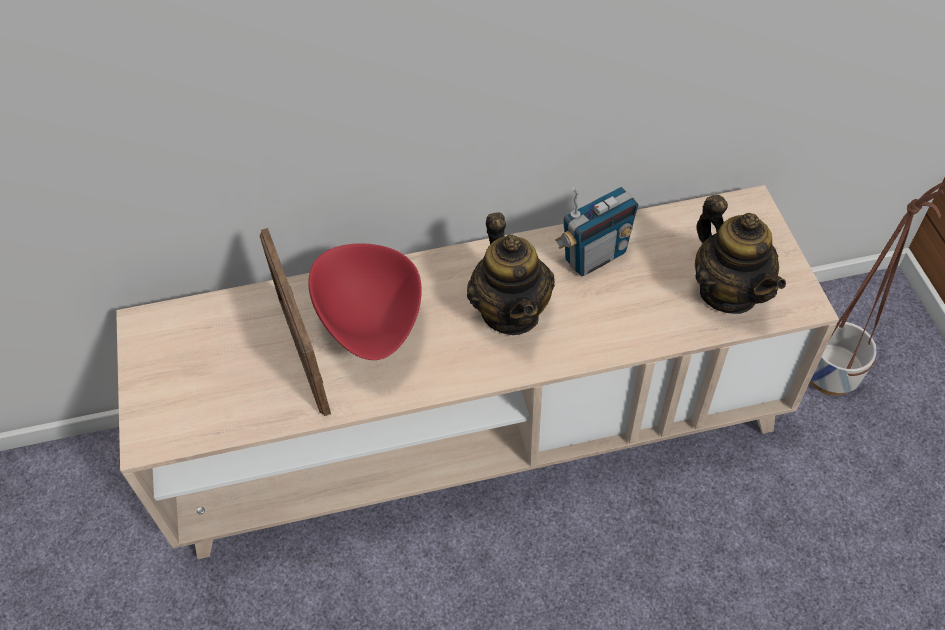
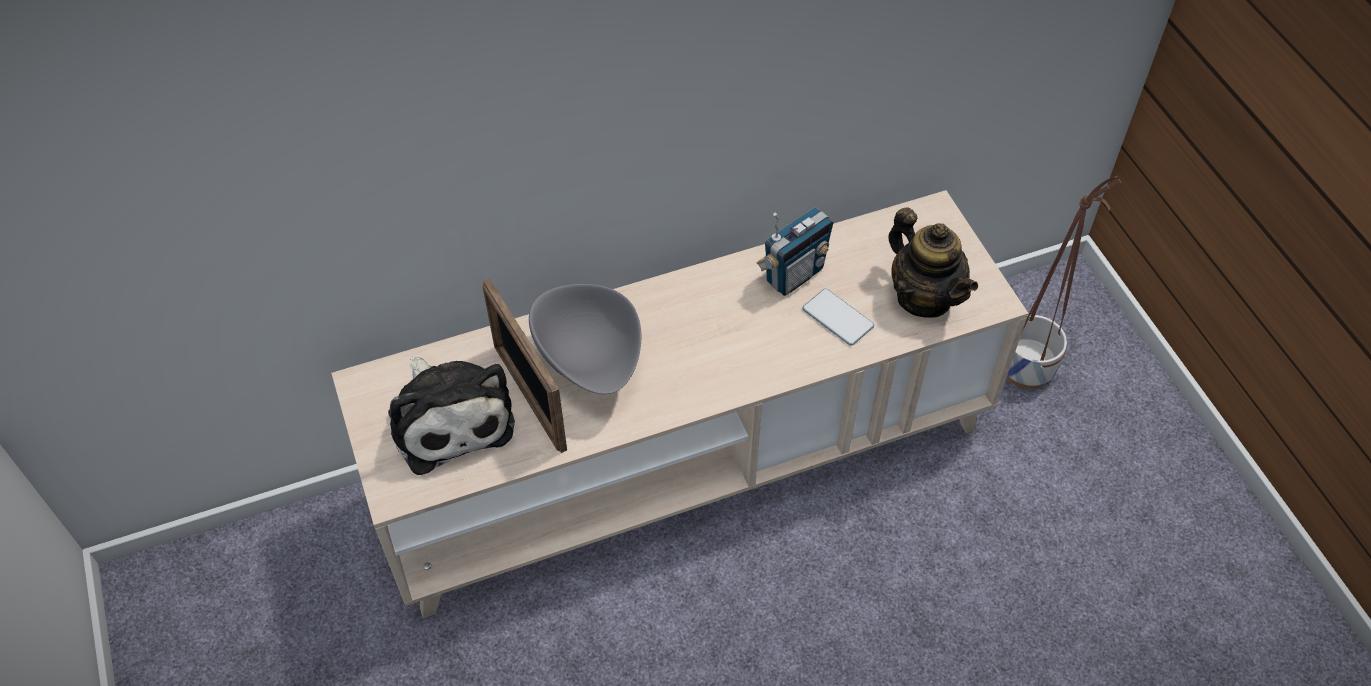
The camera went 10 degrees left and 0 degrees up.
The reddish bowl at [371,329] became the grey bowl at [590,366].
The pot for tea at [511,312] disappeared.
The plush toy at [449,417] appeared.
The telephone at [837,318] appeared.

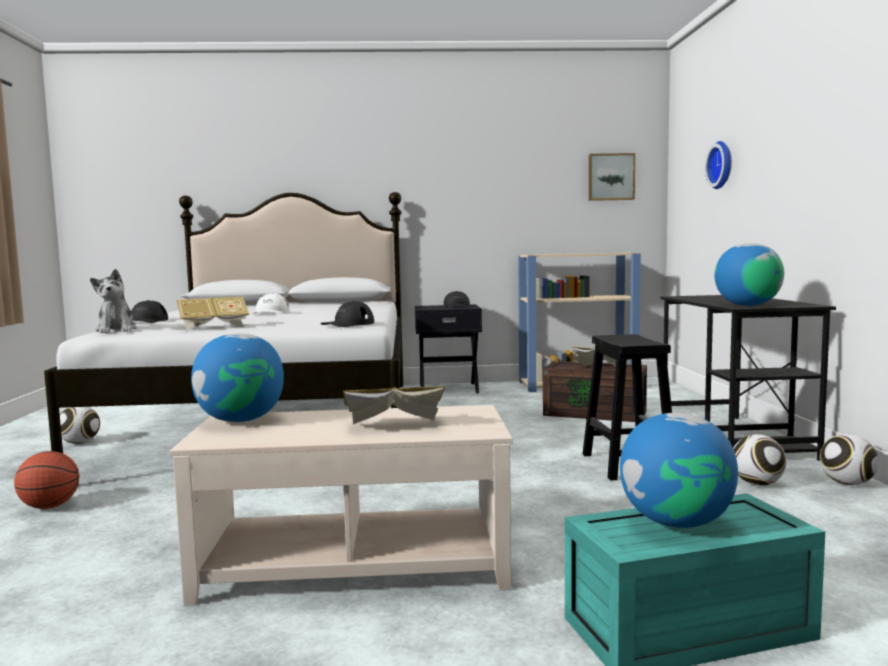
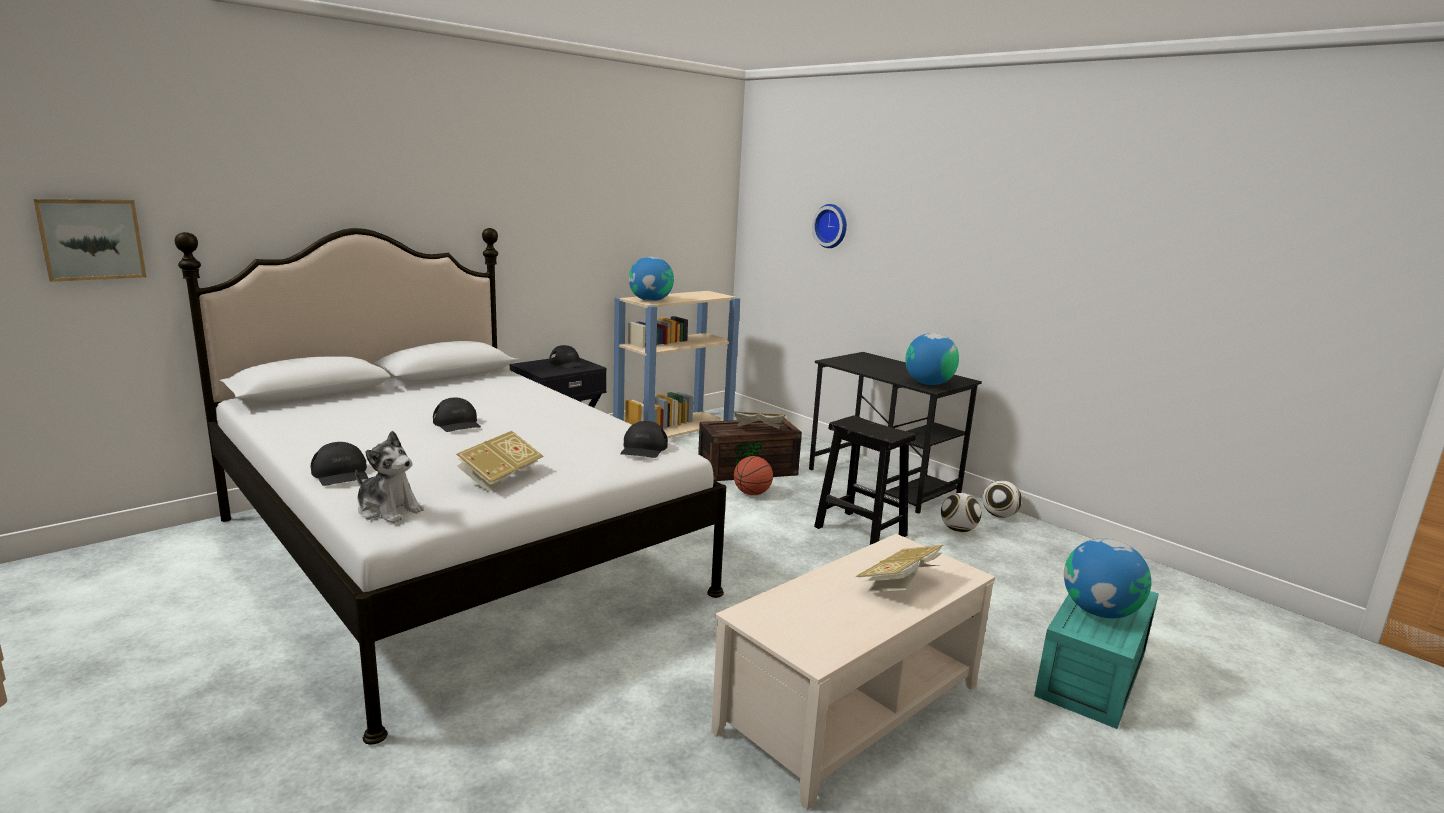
The camera went 40 degrees left and 10 degrees up.
The ball for basketball moved from [49,507] to [752,493].
The football at [80,443] disappeared.
The desk globe moved from [241,420] to [650,300].
The whitish baseball cap at [270,312] became the blackish baseball cap at [457,423].
The wall picture moved from [611,177] to [91,239].

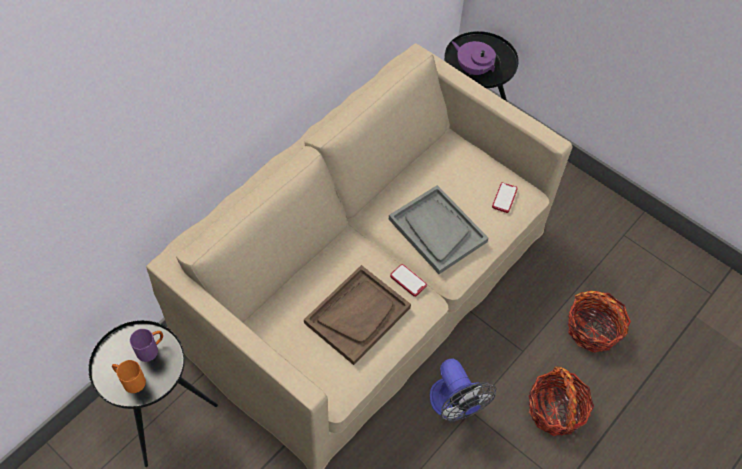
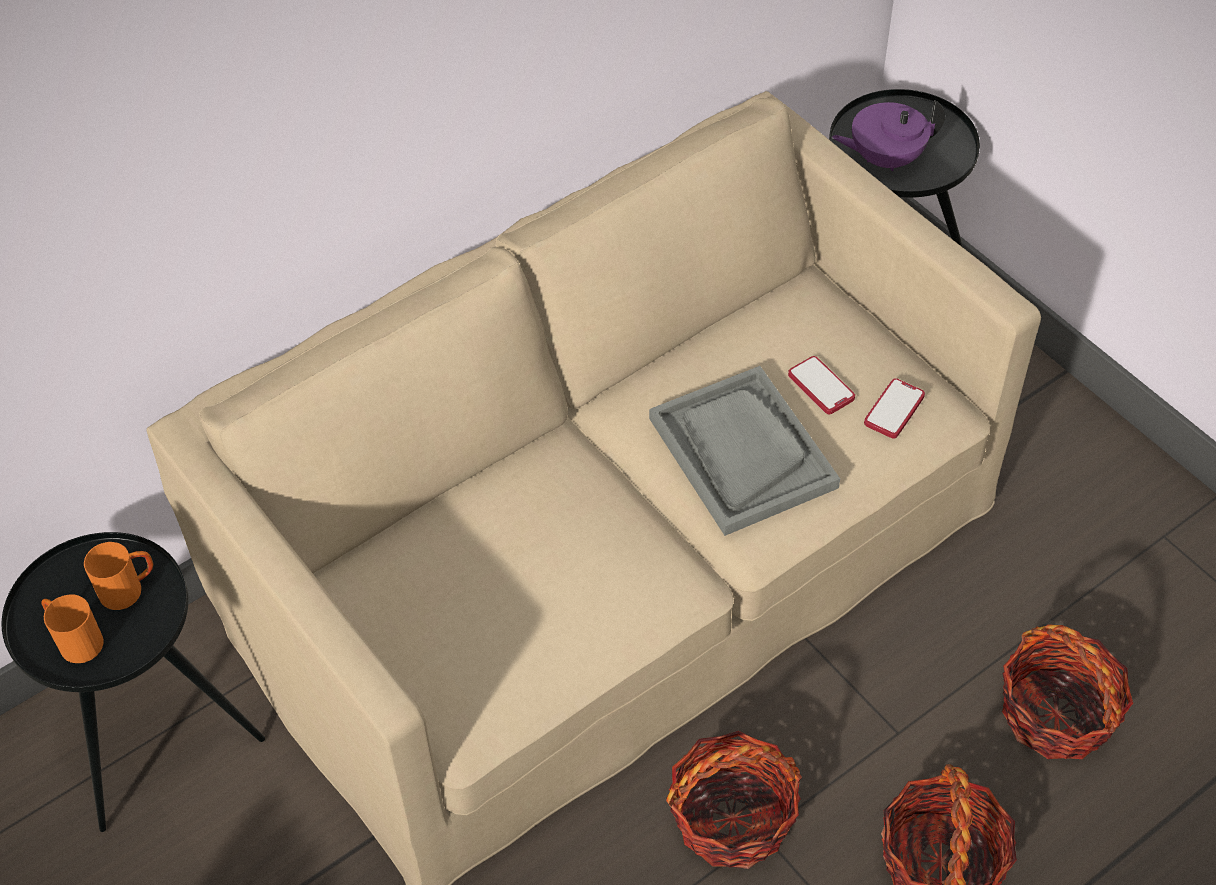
The camera went 15 degrees right and 5 degrees down.
The purplish mug at [151,349] became the orange mug at [129,589].
The brown-coloured serving tray at [357,315] disappeared.
The telephone moved from [408,281] to [821,387].
The electric fan at [455,405] was replaced by the basket at [732,817].
The purplish pot for tea at [473,69] turned 60 degrees counterclockwise.

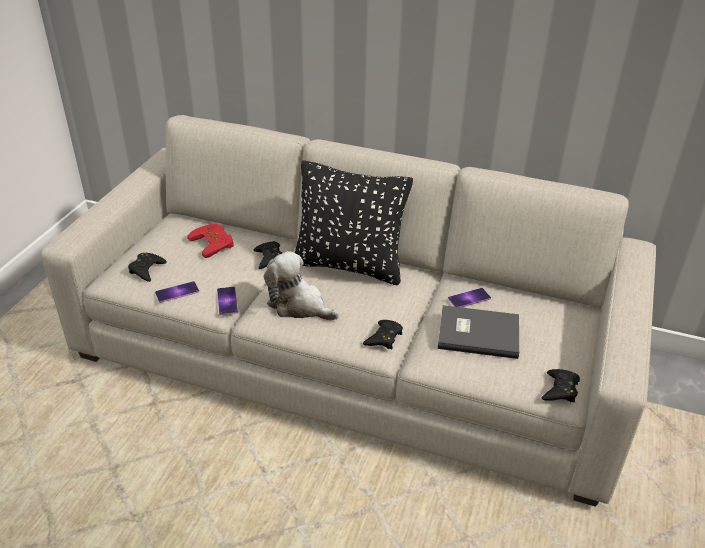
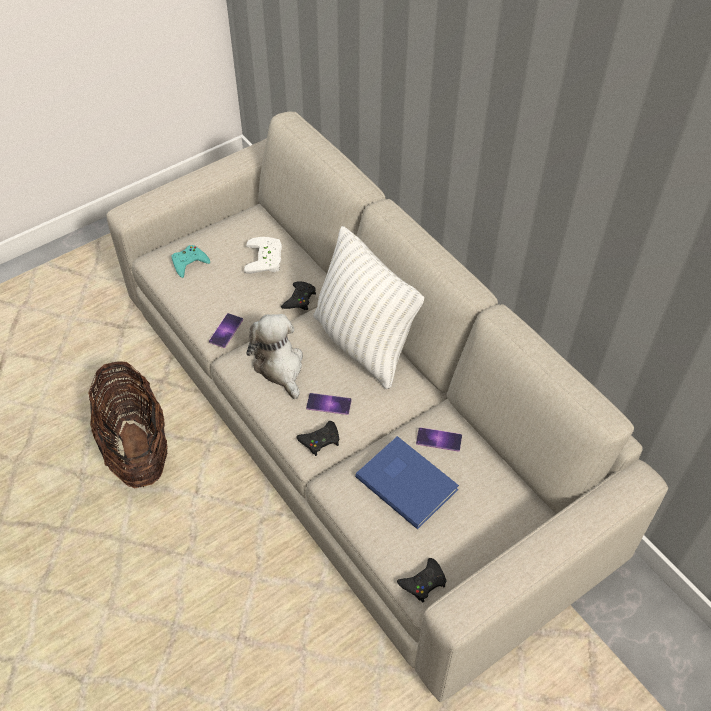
The camera went 35 degrees right and 15 degrees up.
The blackish gamepad at [146,269] became the turquoise-coloured gamepad at [189,263].
The telephone moved from [177,292] to [329,404].
The reddish gamepad at [214,242] became the whitish gamepad at [267,259].
The blackish throw pillow at [349,266] became the whitish throw pillow at [363,344].
The grey volume at [477,333] became the blue volume at [407,481].
The basket at [136,448] appeared.

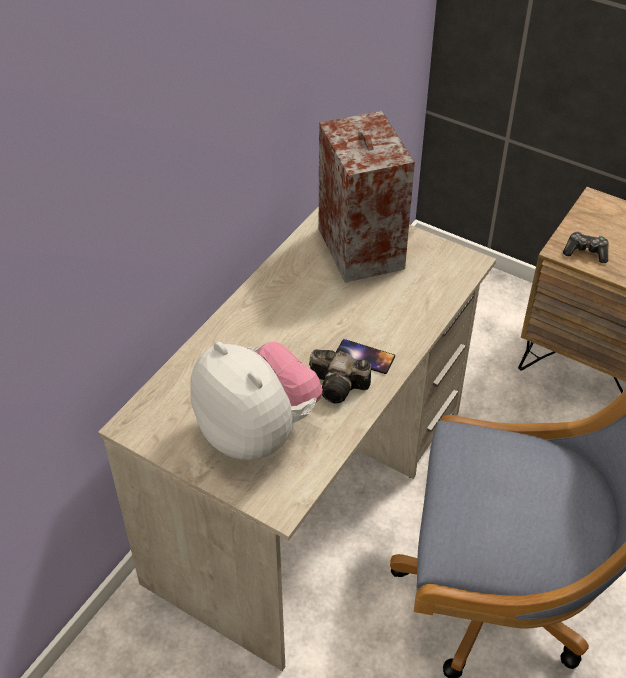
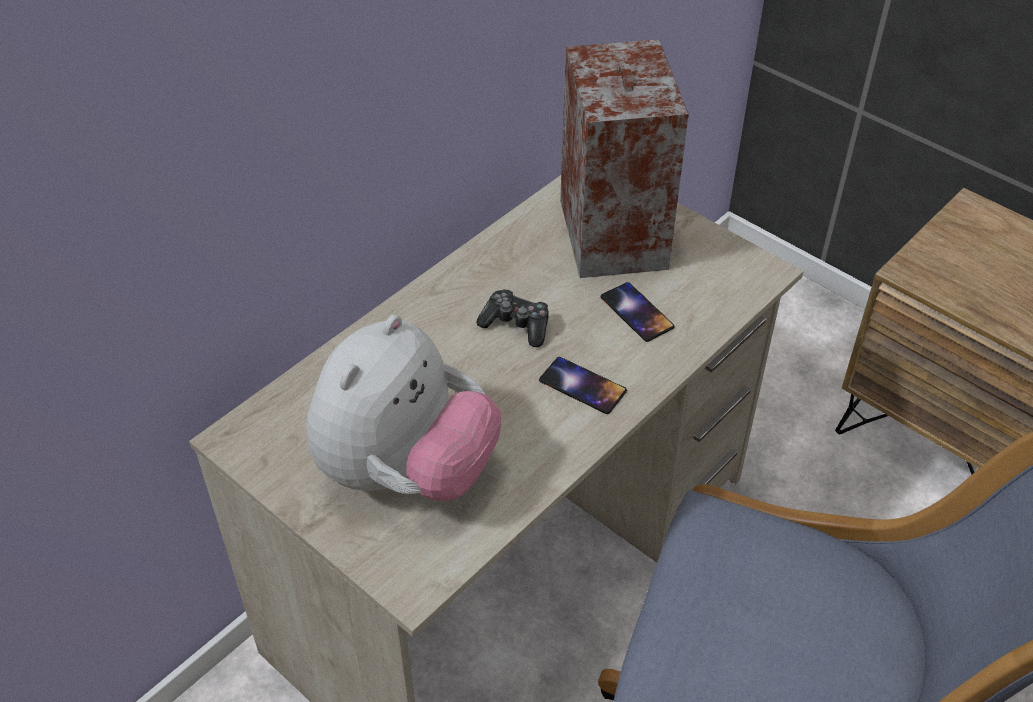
The camera went 10 degrees right and 0 degrees up.
The plush toy at [257,432] turned 60 degrees clockwise.
The still camera at [340,386] disappeared.
The gamepad moved from [586,252] to [516,325].
The telephone at [637,312] appeared.

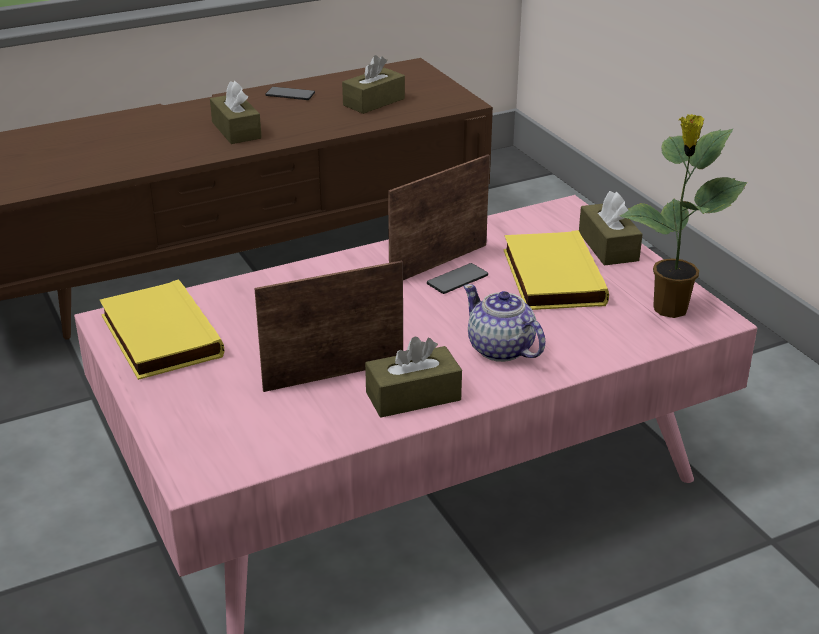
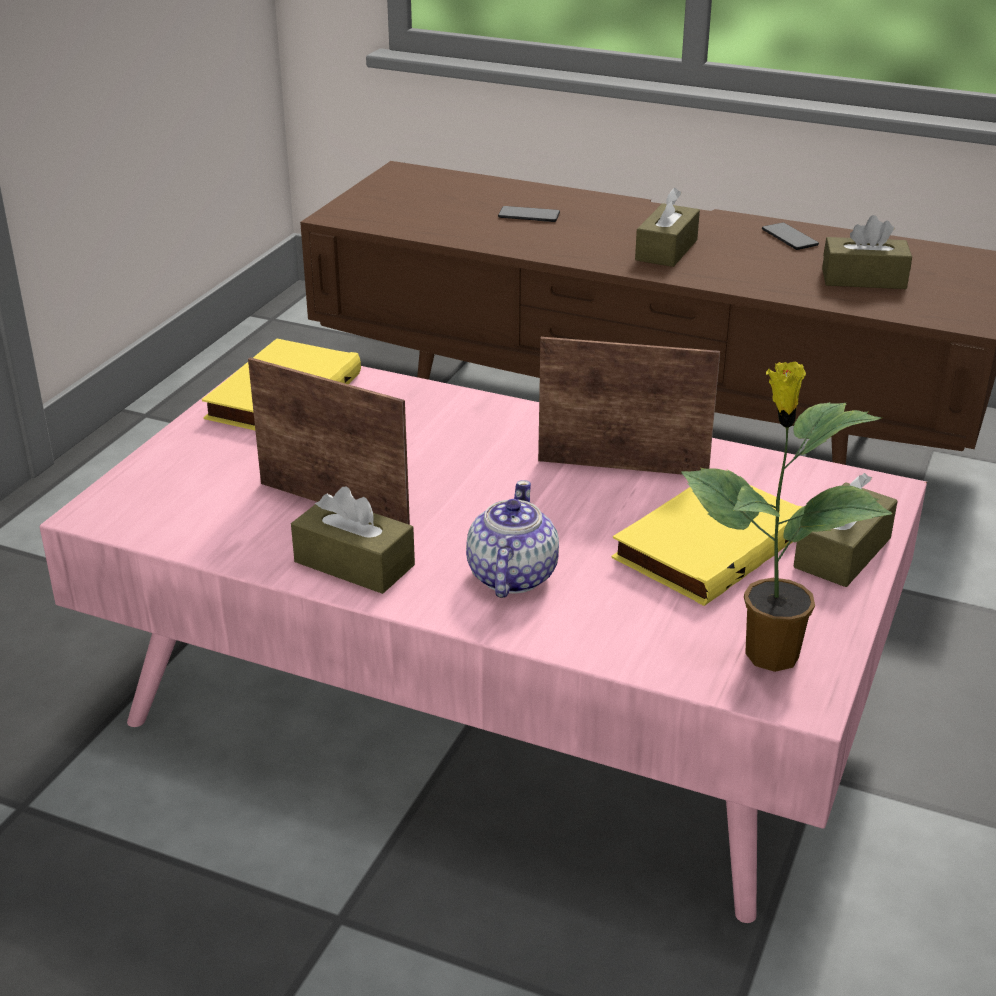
The camera went 50 degrees right and 0 degrees up.
The telephone moved from [457,280] to [529,215].

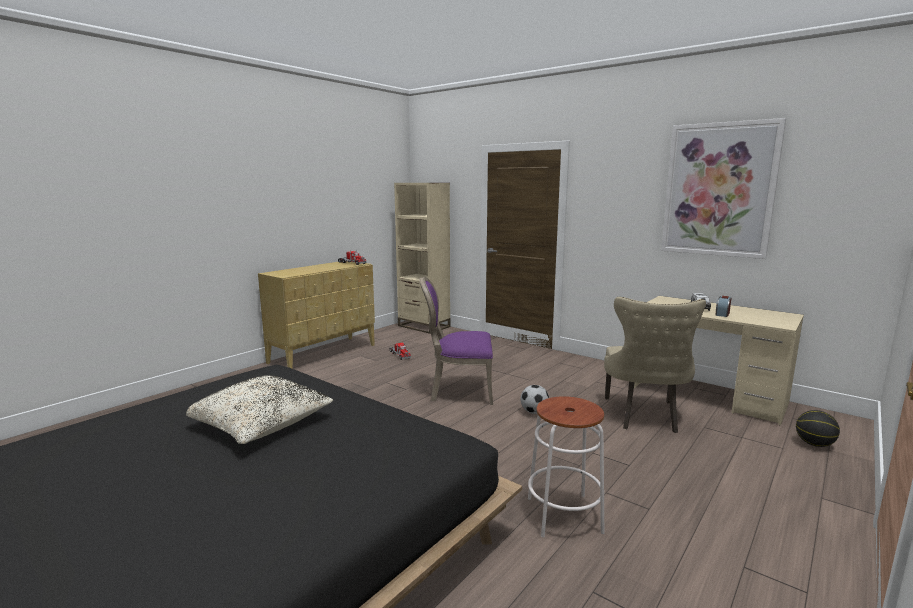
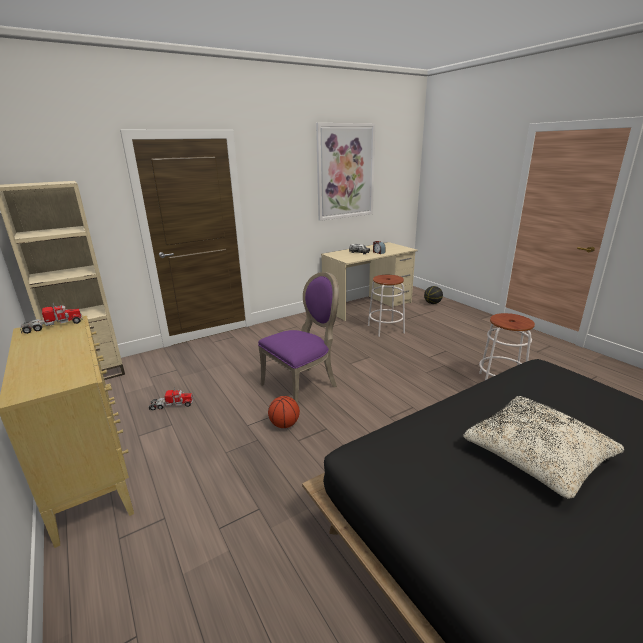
The camera went 70 degrees left and 10 degrees up.
The purplish plain chair at [459,391] turned 150 degrees counterclockwise.
The football at [534,412] disappeared.
The sand-coloured plain chair at [644,416] was replaced by the whitish stool seat at [385,329].
The ball for basketball at [284,425] appeared.

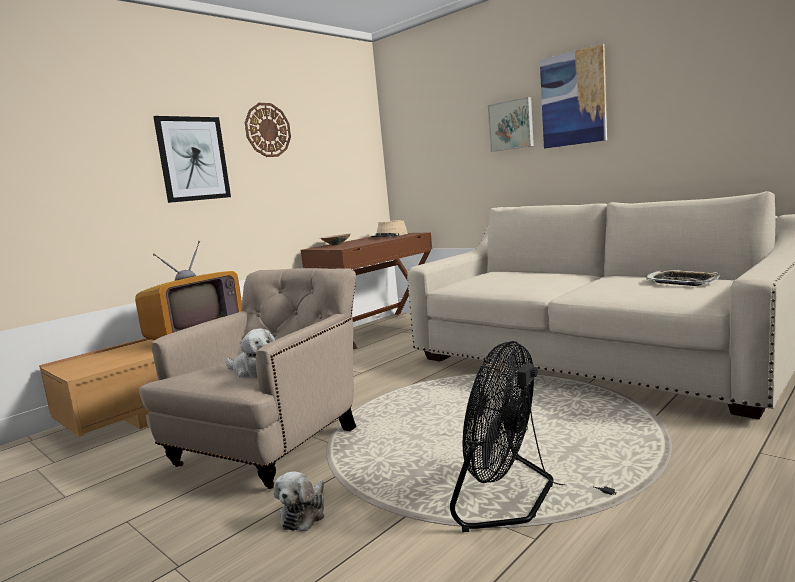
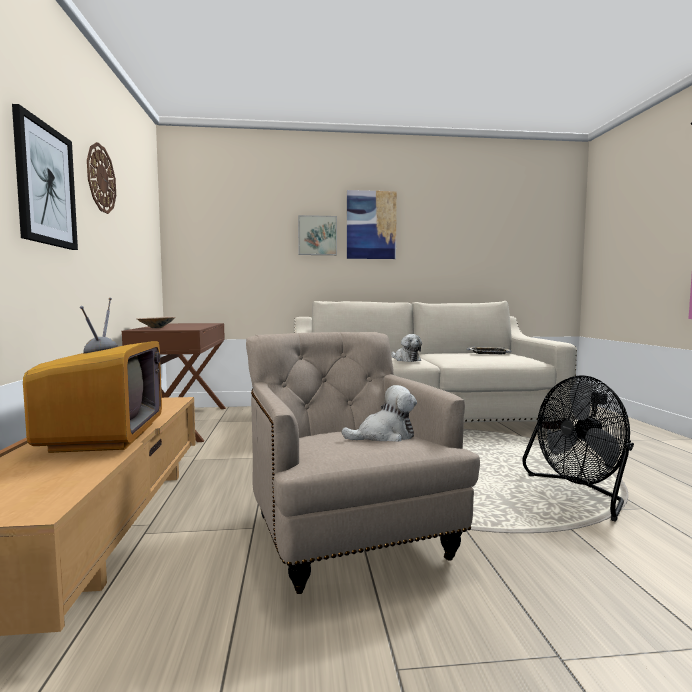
The camera went 50 degrees left and 5 degrees down.
The plush toy moved from [304,513] to [406,360].
The sand-coloured hat at [389,236] disappeared.

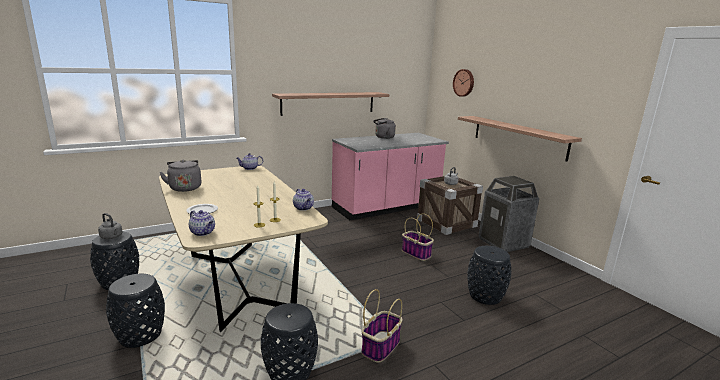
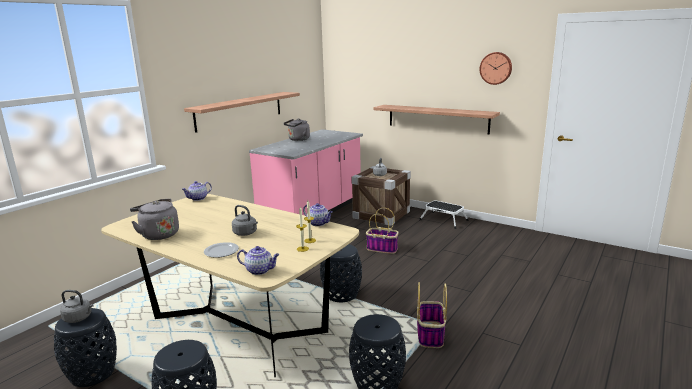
The camera went 25 degrees left and 0 degrees up.
The hanging clock moved from [464,83] to [496,68].
The blackish stool seat moved from [485,296] to [342,294].
The waste bin at [504,243] was replaced by the blackish step ladder at [443,220].
The grey kettle at [246,233] appeared.

